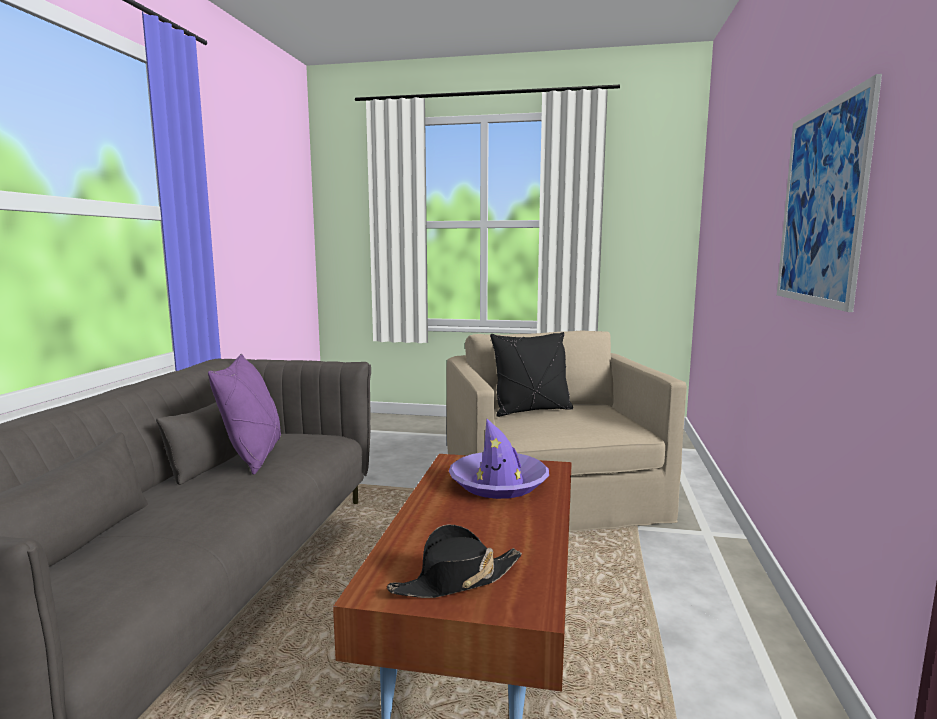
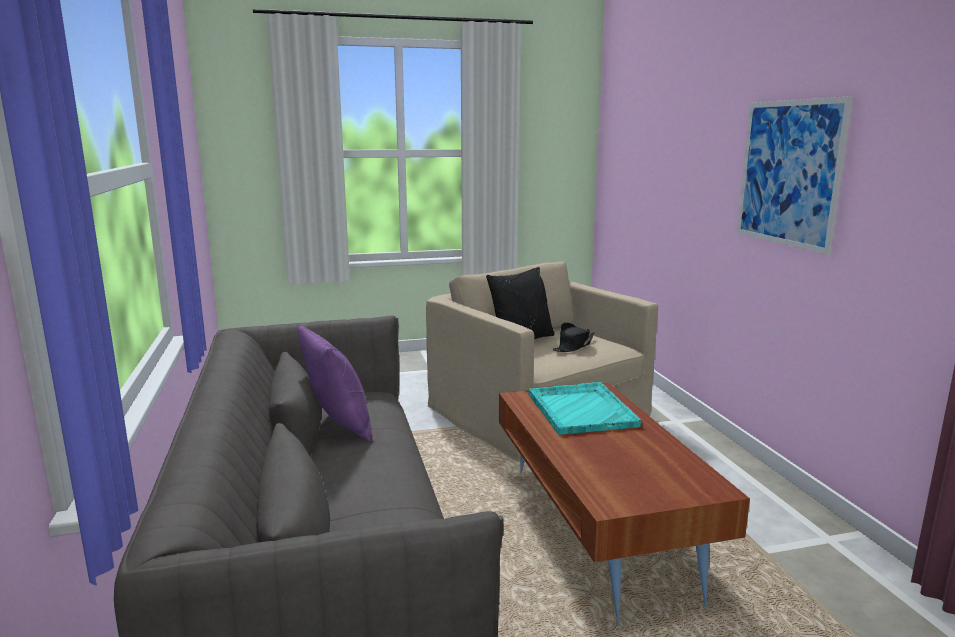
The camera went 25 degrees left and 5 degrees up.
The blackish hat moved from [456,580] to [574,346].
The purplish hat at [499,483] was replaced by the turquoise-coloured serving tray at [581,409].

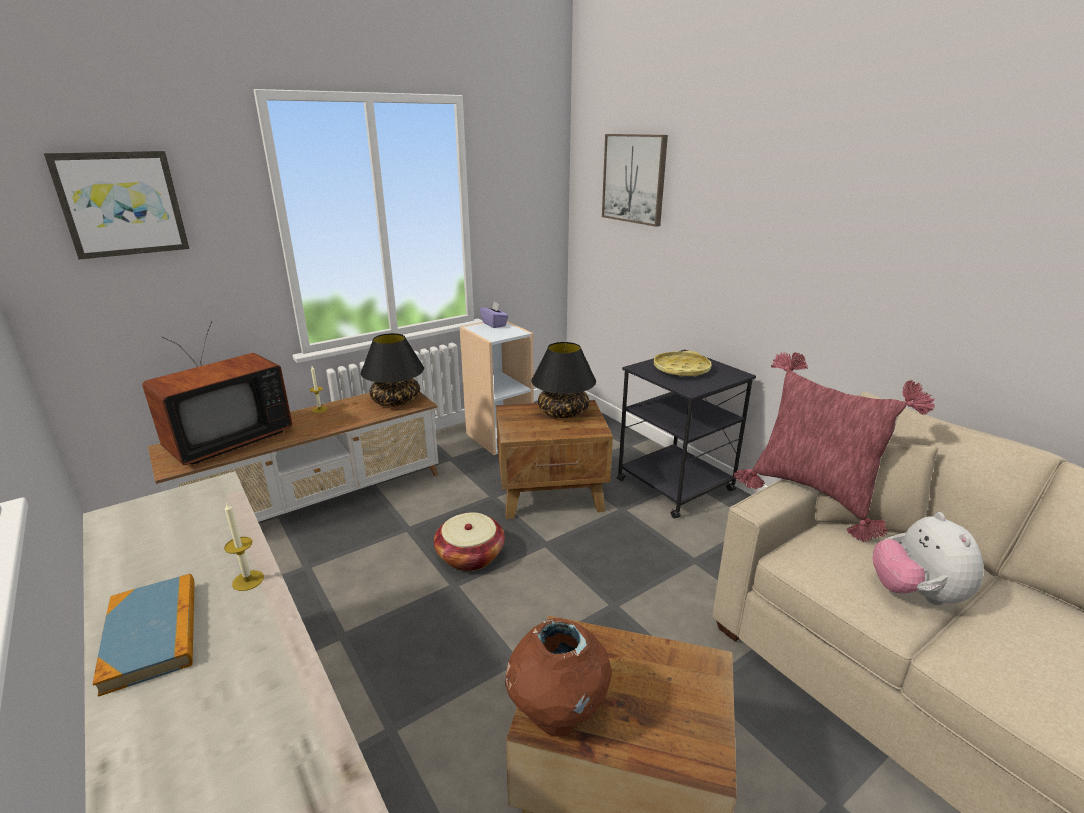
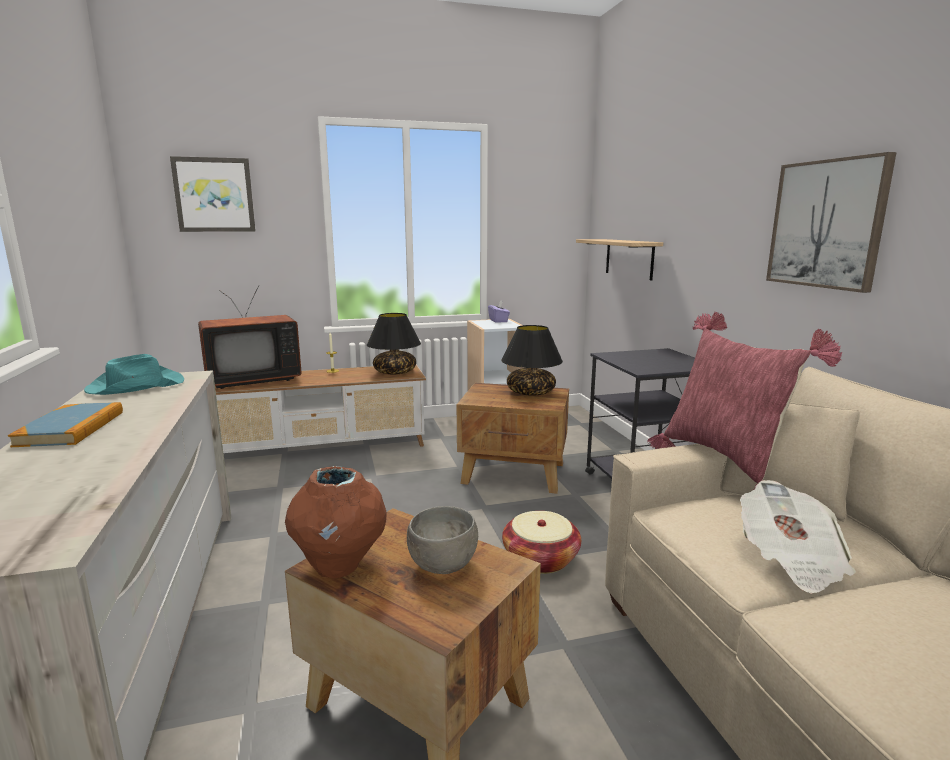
The camera went 20 degrees right and 10 degrees down.
The candle at [248,580] disappeared.
The basket moved from [470,556] to [540,559].
The wall picture moved from [634,179] to [826,224].
The yellow serving tray at [681,369] disappeared.
The plush toy at [916,594] was replaced by the printed paper at [791,560].
The turquoise-coloured hat at [135,386] appeared.
The grey bowl at [442,565] appeared.
The shelf at [629,258] appeared.

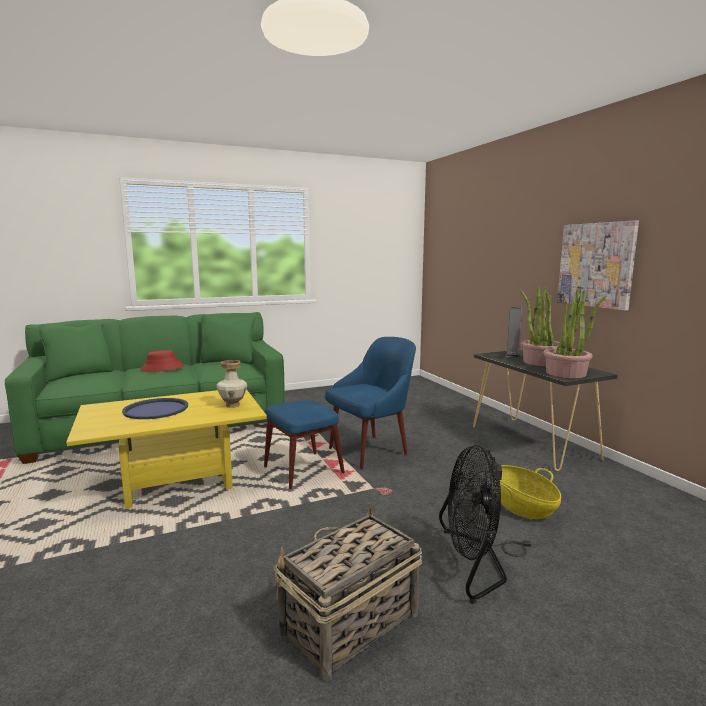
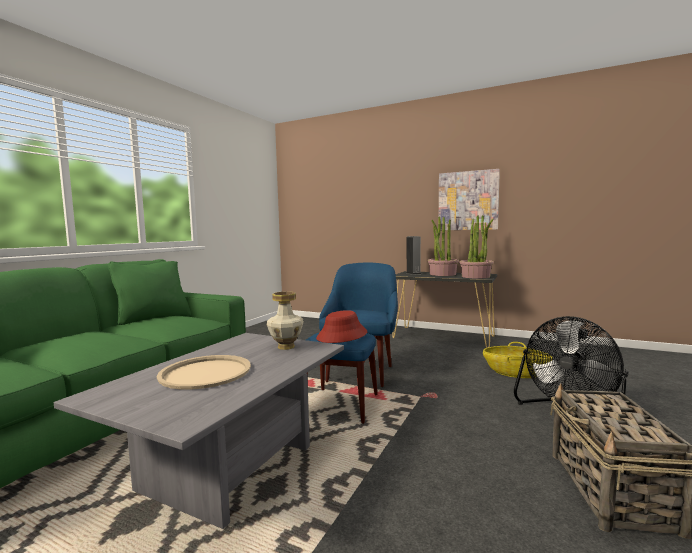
The camera went 40 degrees left and 5 degrees down.
The yellow low table at [176,482] became the grey low table at [231,469].
The blue serving tray at [156,409] became the sand-coloured serving tray at [205,373].
The reddish hat moved from [162,368] to [342,336].

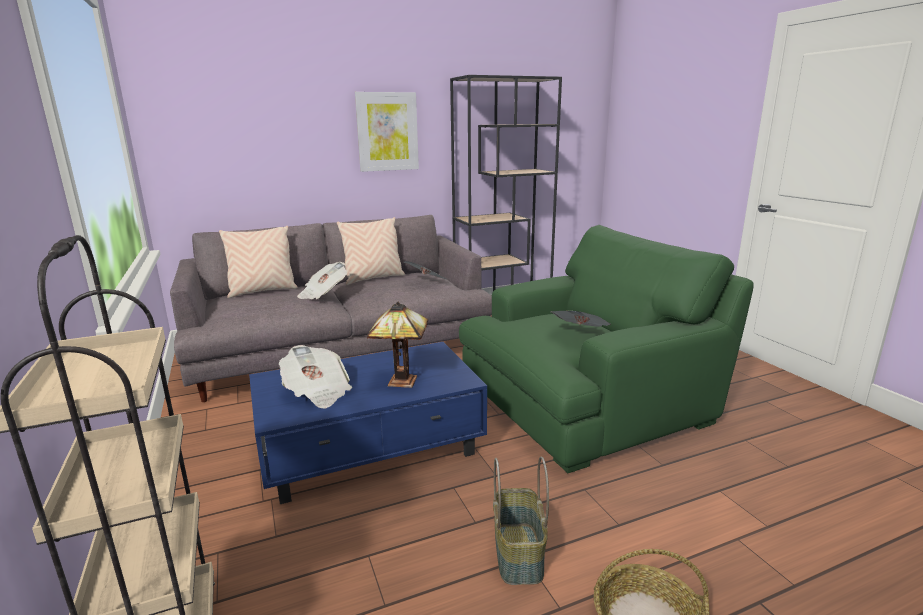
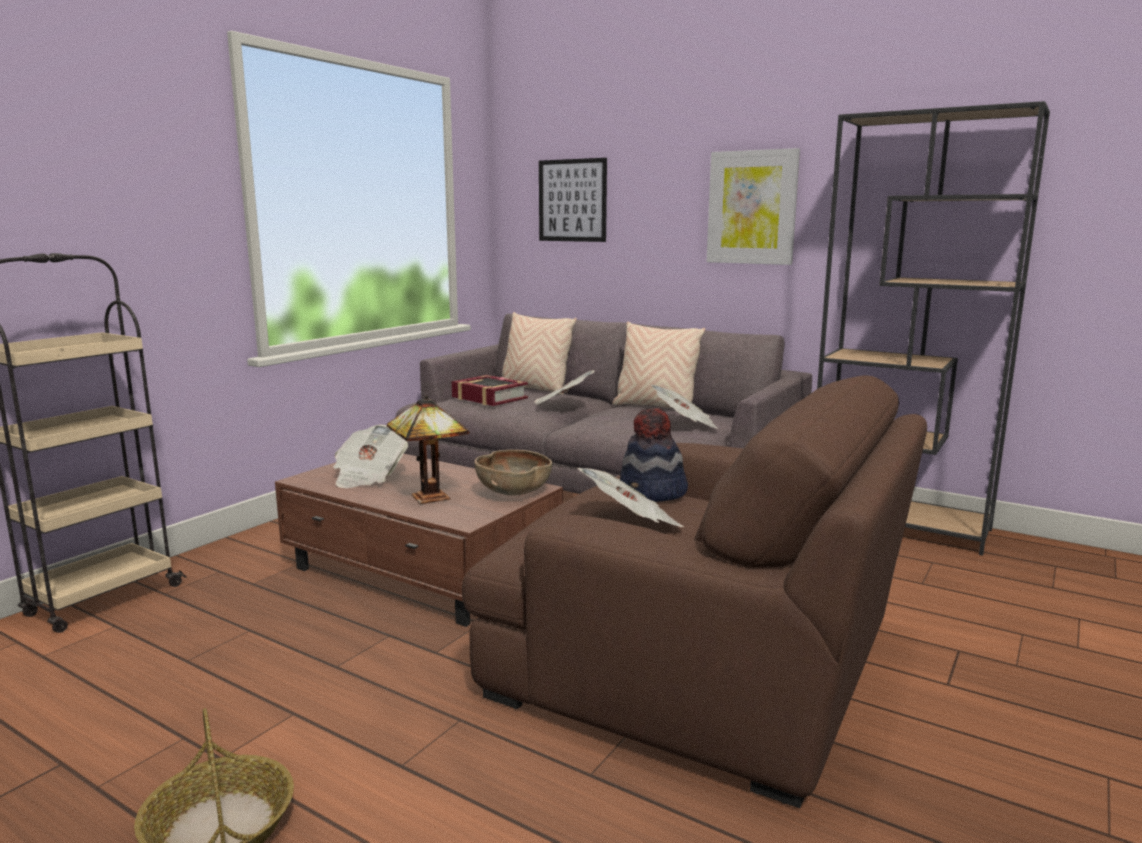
The camera went 55 degrees right and 5 degrees down.
The blue low table at [372,447] became the brown-coloured low table at [422,572].
The green lounge chair at [586,401] became the brown-coloured lounge chair at [701,664].
The basket at [519,554] disappeared.
The volume at [489,398] appeared.
The brown-coloured bowl at [513,492] appeared.
The wall picture at [572,200] appeared.
The hat at [652,493] appeared.

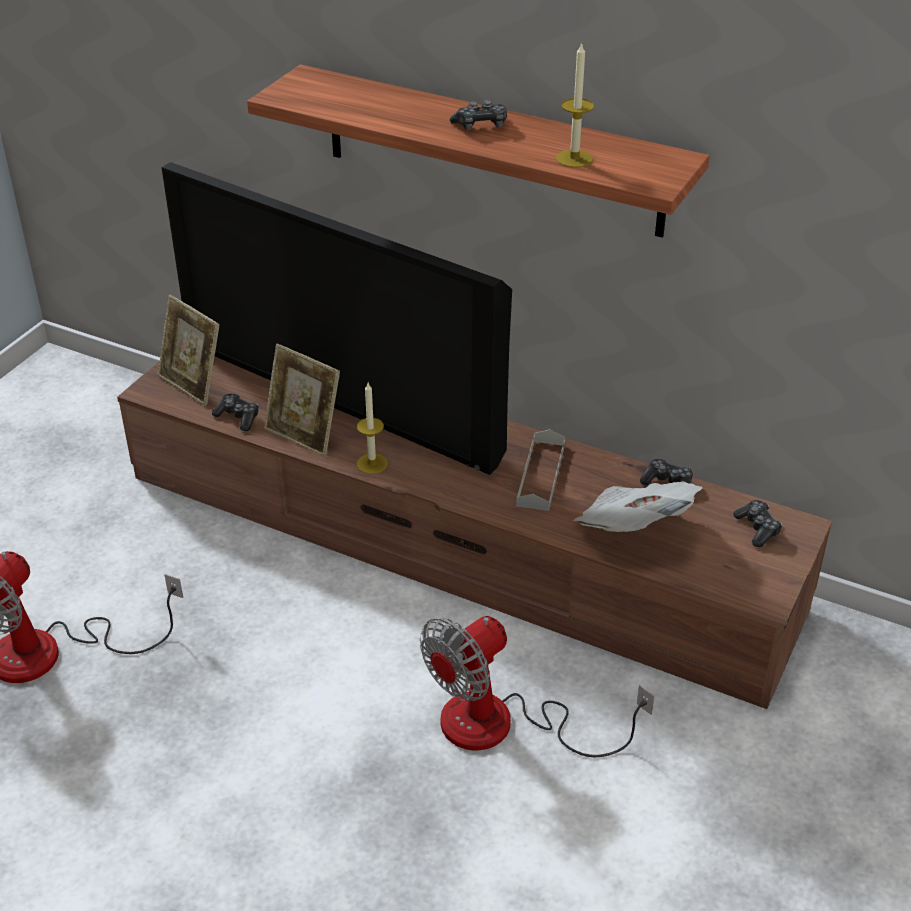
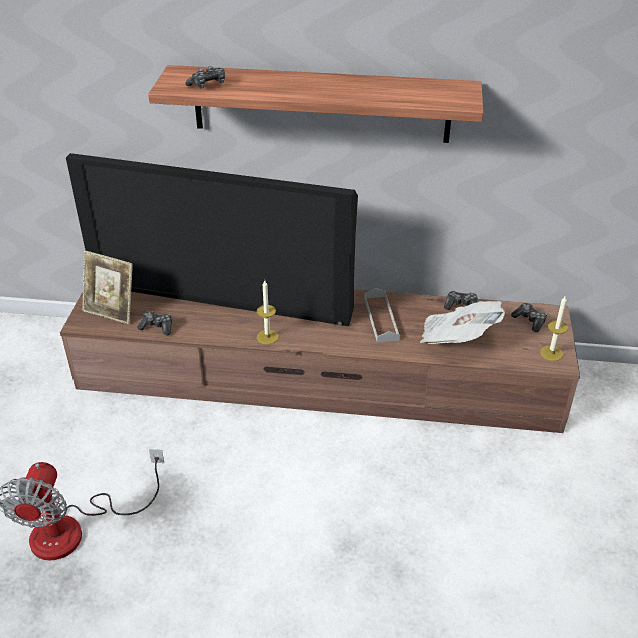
The camera went 20 degrees left and 0 degrees up.
The standing frame at [304,435] disappeared.
The electric fan at [503,726] disappeared.
The gamepad moved from [480,126] to [208,85].
The candle moved from [574,158] to [551,353].

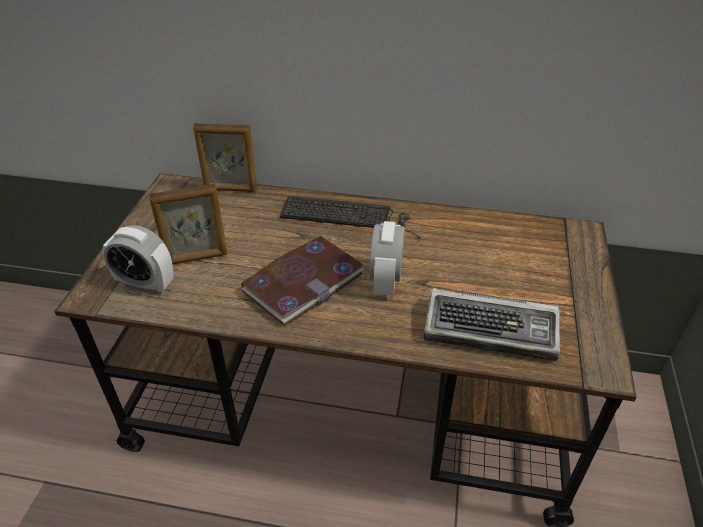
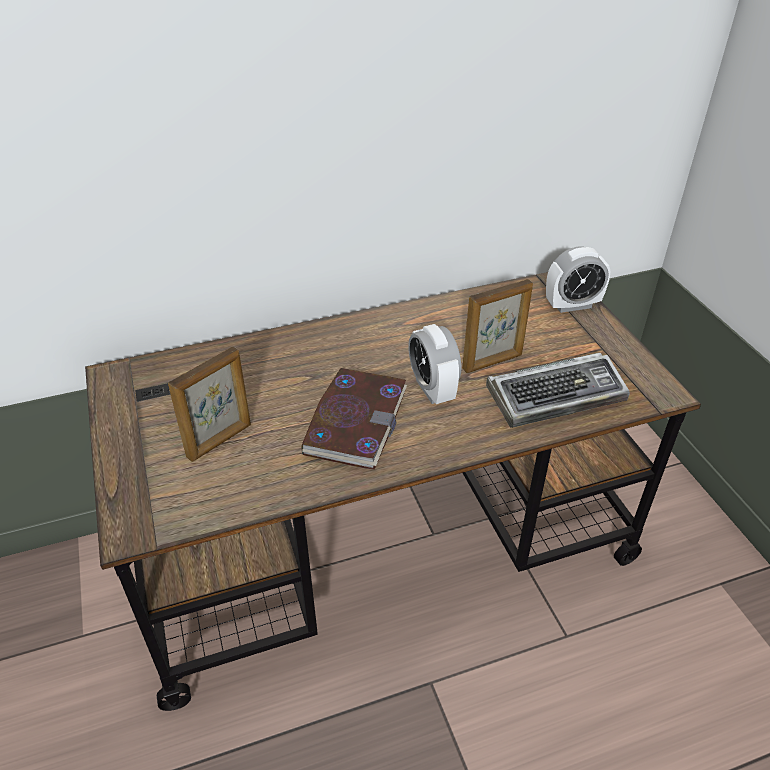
The camera went 30 degrees left and 0 degrees up.
The bedside clock moved from [145,284] to [572,305].
The standing frame moved from [230,189] to [493,362].
The computer keyboard at [348,216] disappeared.

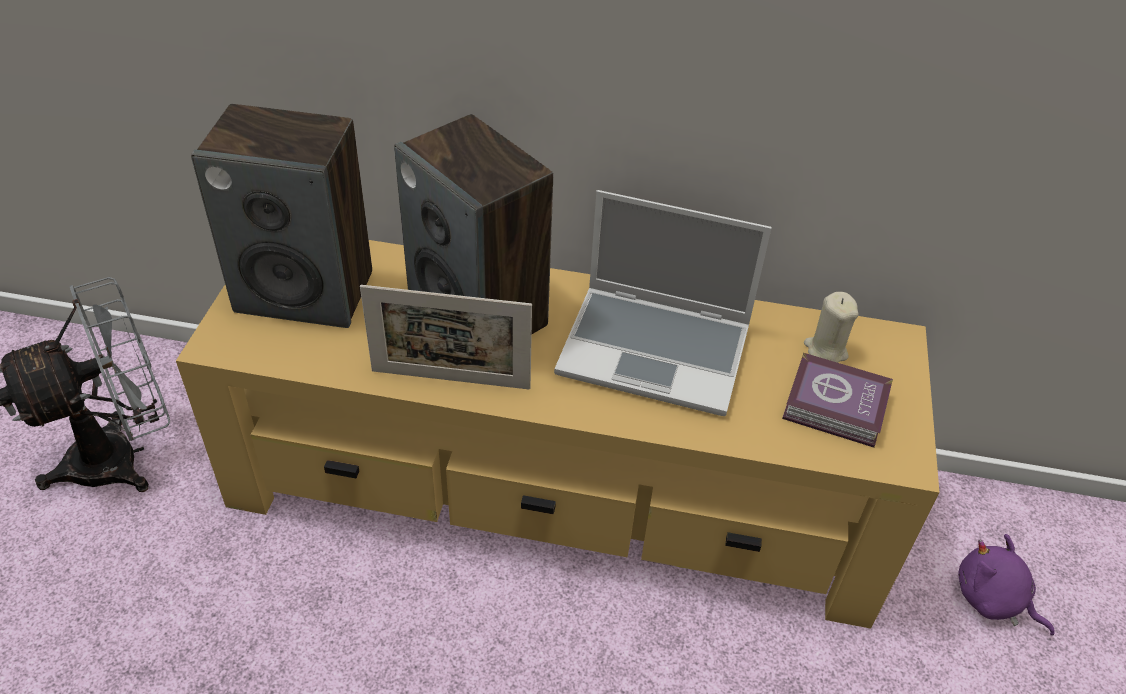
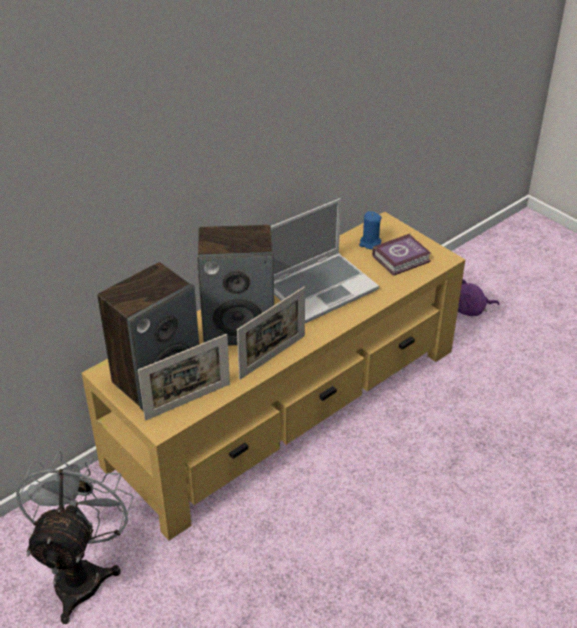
The camera went 50 degrees left and 5 degrees down.
The sand-coloured candle at [825,350] became the blue candle at [370,243].
The standing frame at [188,401] appeared.

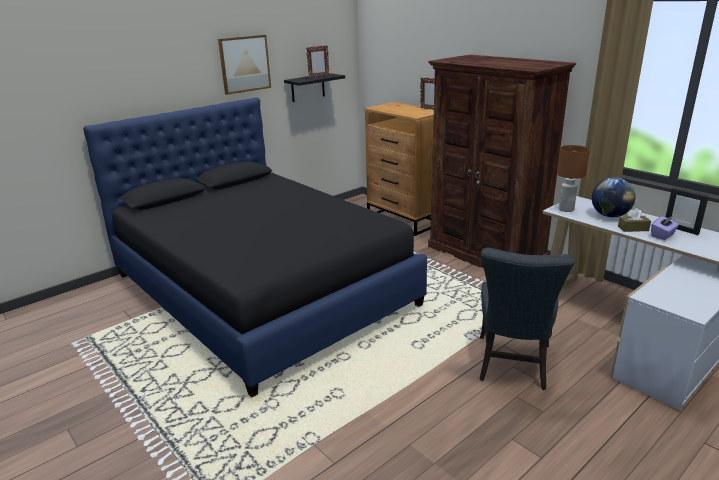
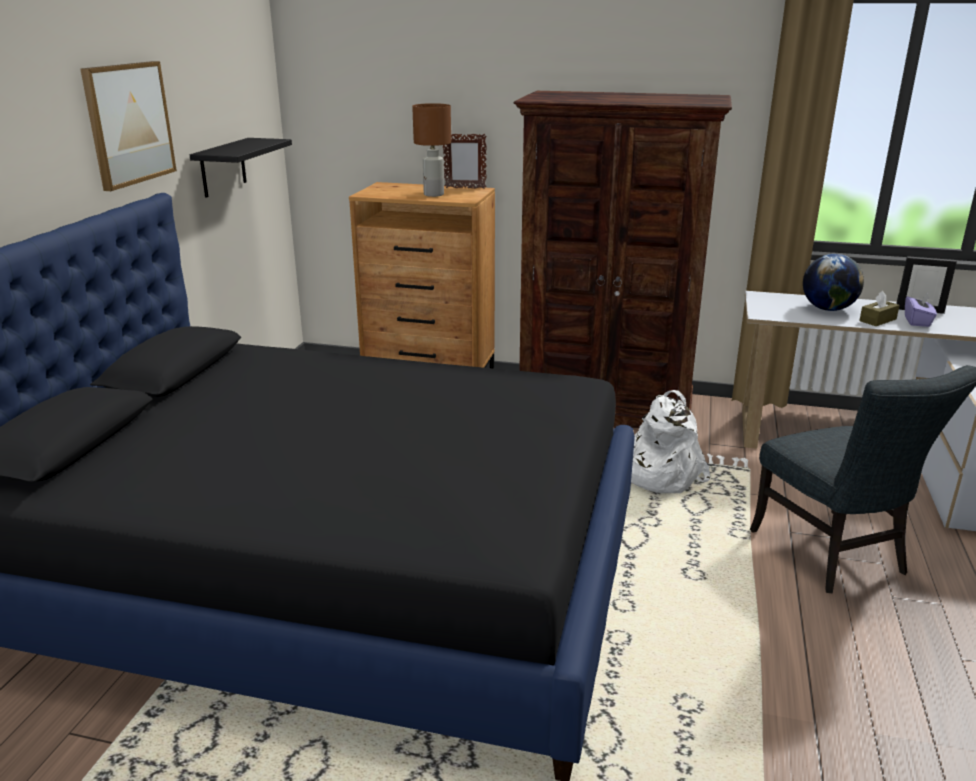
The camera went 35 degrees left and 0 degrees up.
The standing frame at [318,77] disappeared.
The brown-coloured lamp for a table moved from [566,209] to [433,195].
The whitish knapsack at [658,473] appeared.

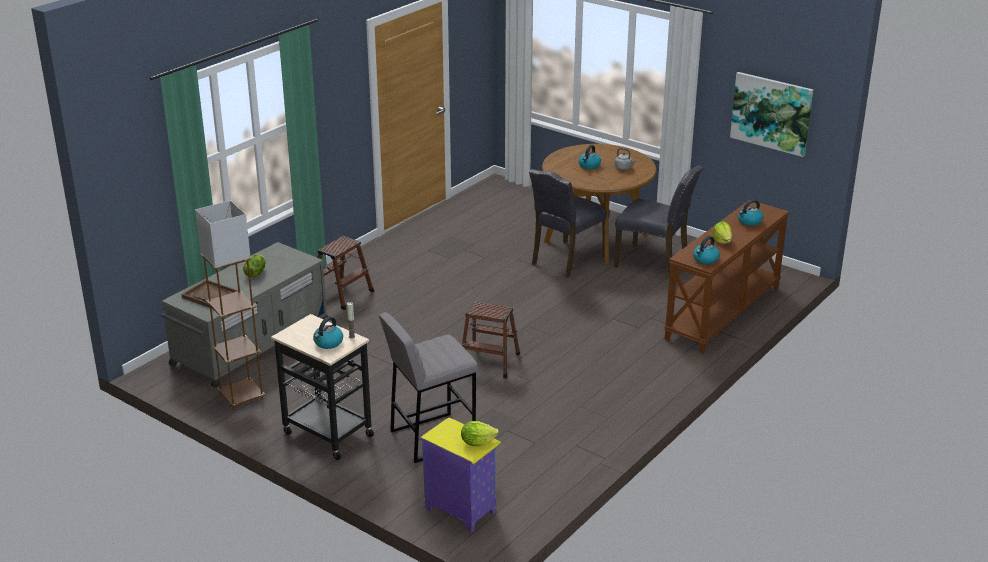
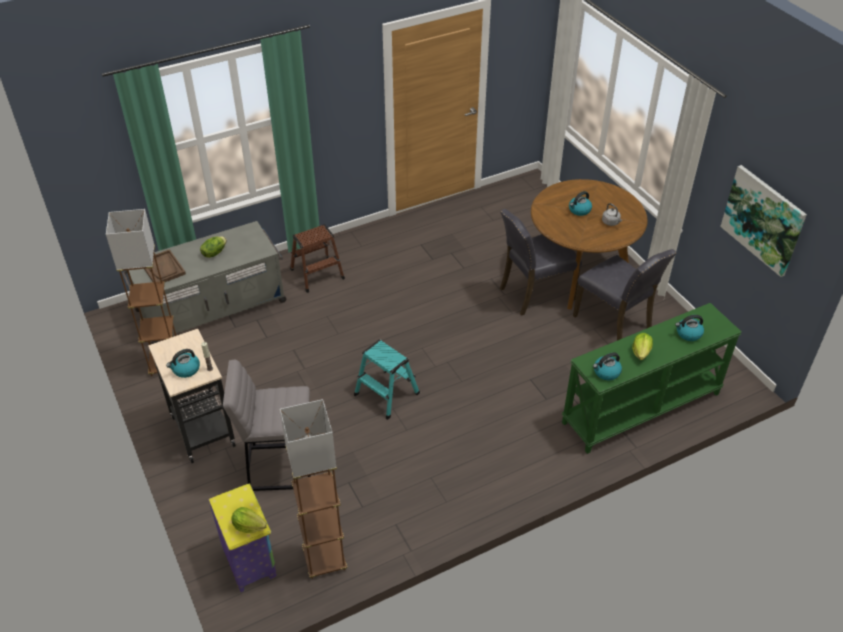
The camera went 25 degrees right and 15 degrees up.
The brown-coloured step ladder at [489,361] became the turquoise-coloured step ladder at [386,393].
The brown-coloured console table at [724,313] became the green console table at [641,409].
The brown-coloured standard lamp at [325,560] appeared.

